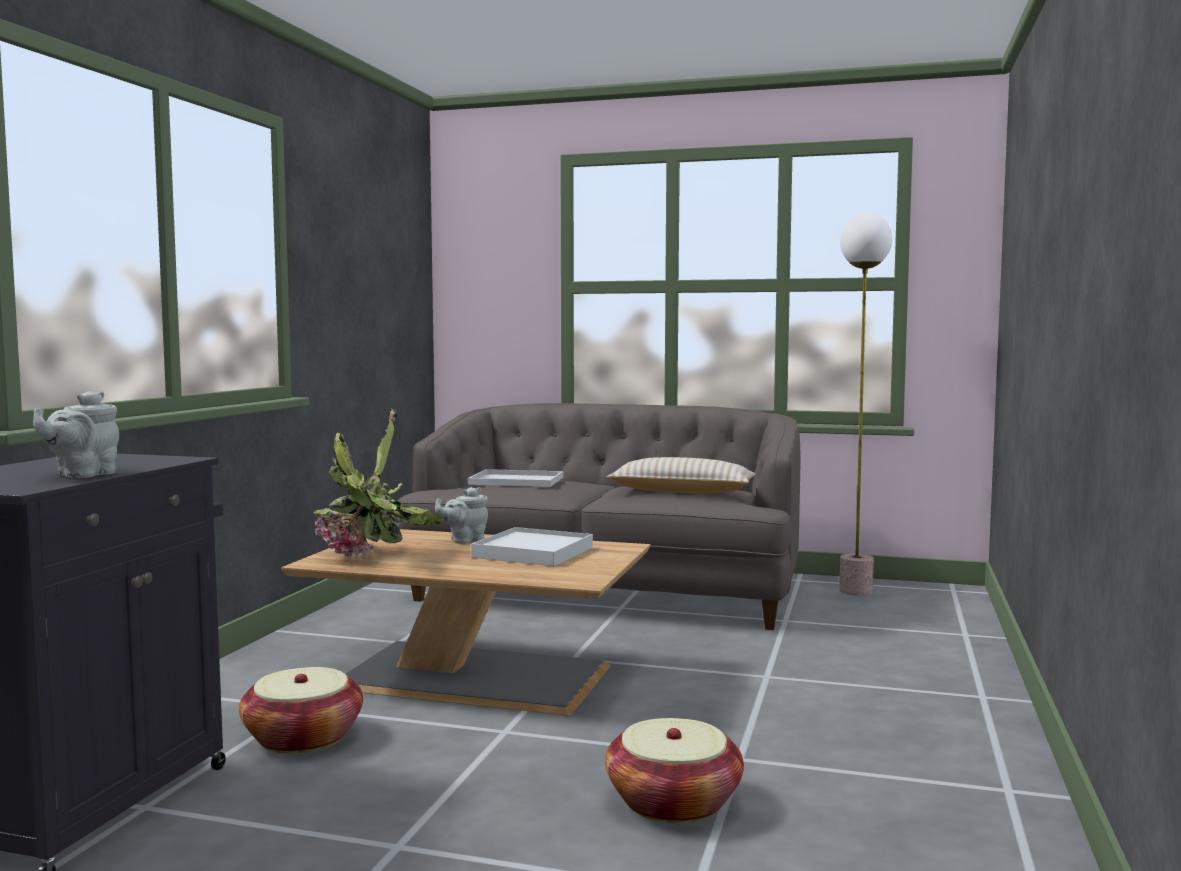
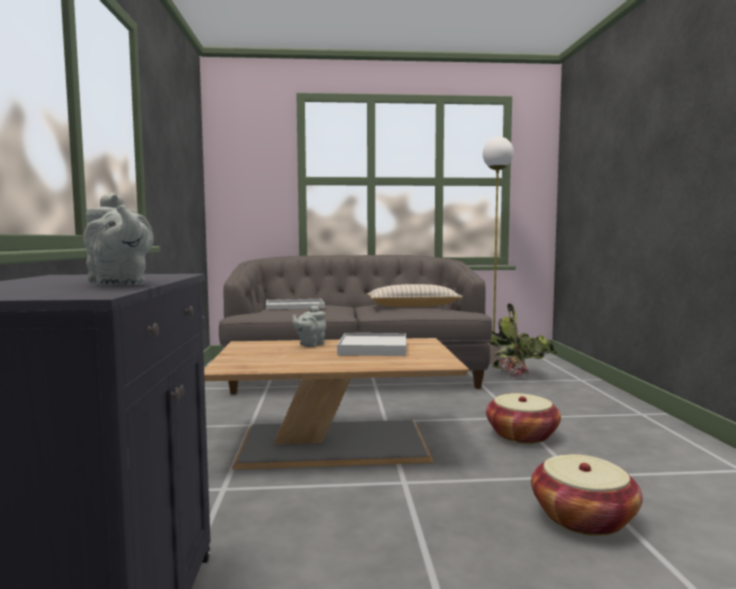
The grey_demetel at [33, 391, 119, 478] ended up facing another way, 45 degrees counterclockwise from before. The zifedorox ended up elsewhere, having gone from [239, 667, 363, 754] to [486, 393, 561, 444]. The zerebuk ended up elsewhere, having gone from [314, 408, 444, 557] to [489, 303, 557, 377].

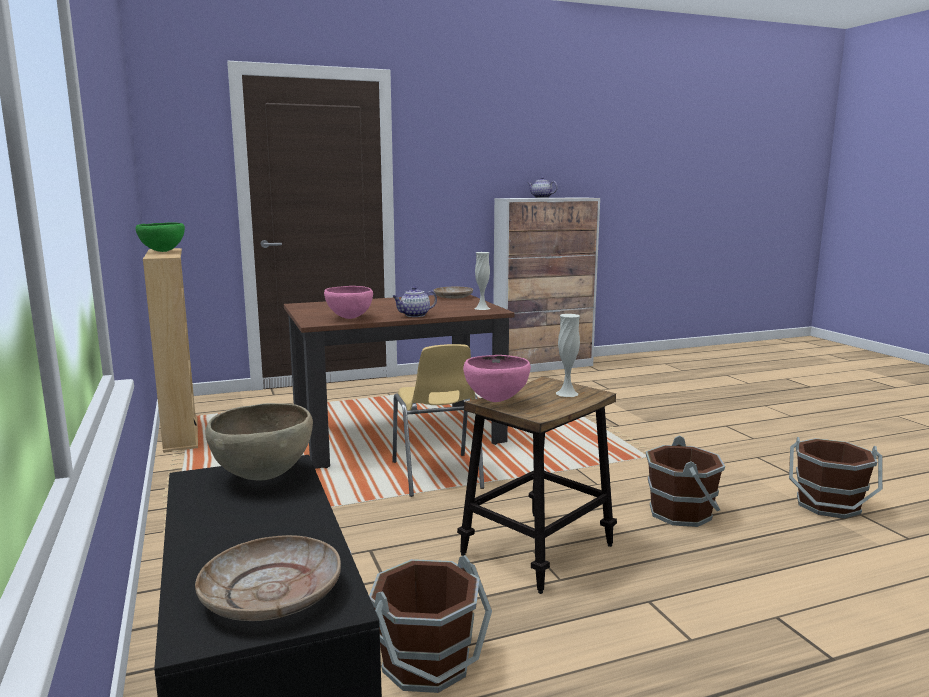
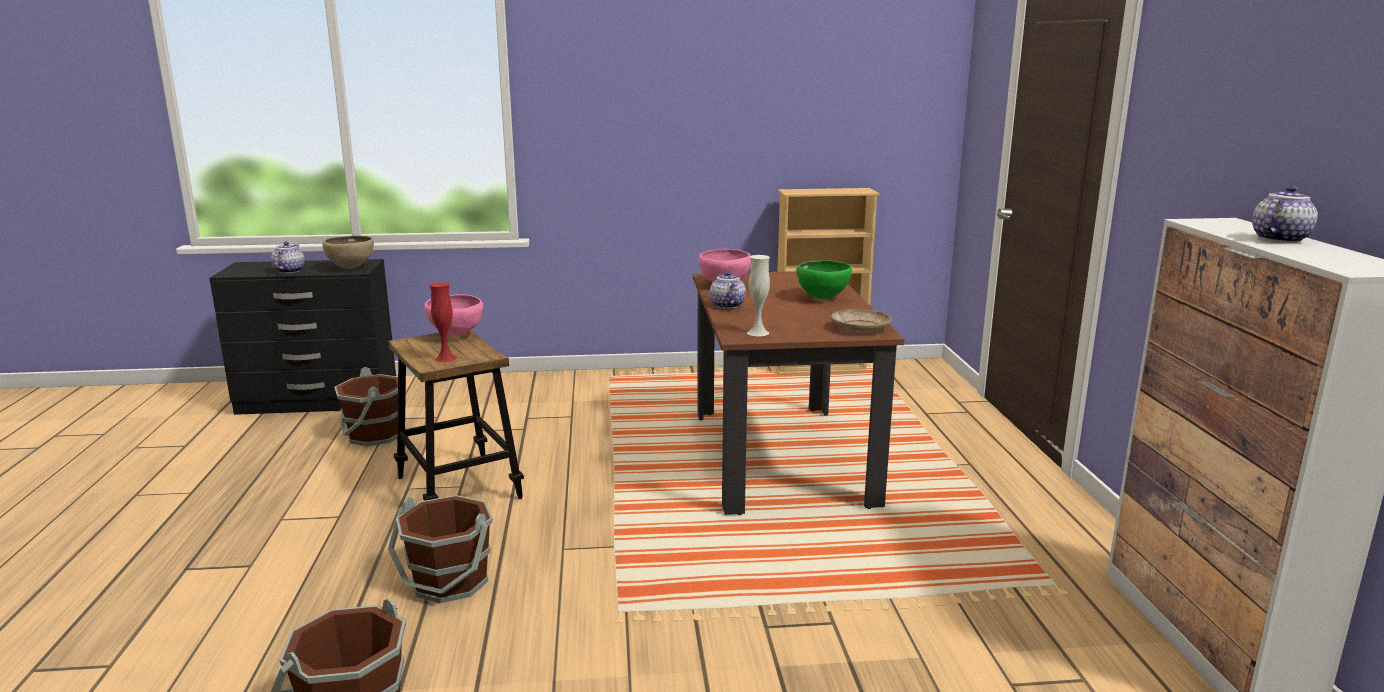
The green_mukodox ended up elsewhere, having gone from [136, 222, 185, 252] to [796, 260, 852, 300]. The second view lost the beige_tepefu at [195, 535, 341, 621]. The second view lost the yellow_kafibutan at [393, 344, 484, 497]. What was the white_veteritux at [556, 314, 580, 397] turned into the red_veteritux at [430, 282, 457, 362]. The second view gained the demetel at [271, 241, 305, 273].

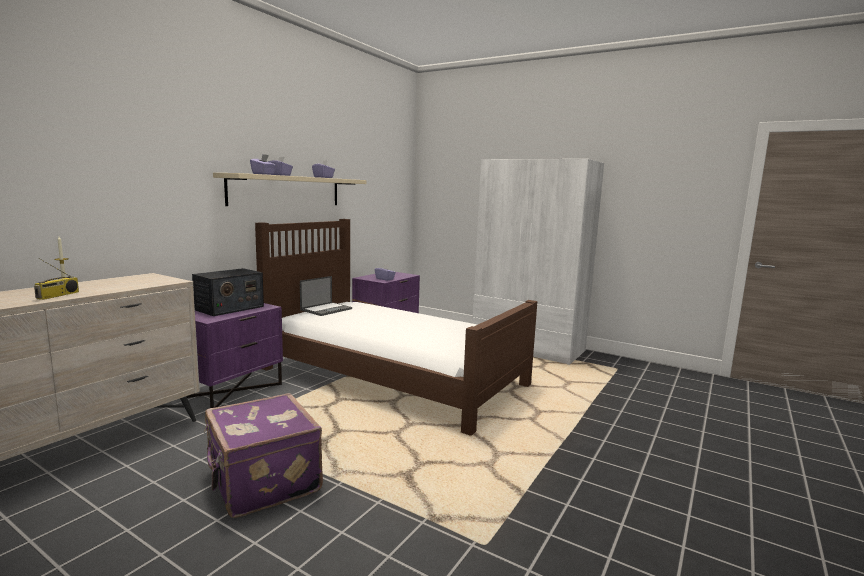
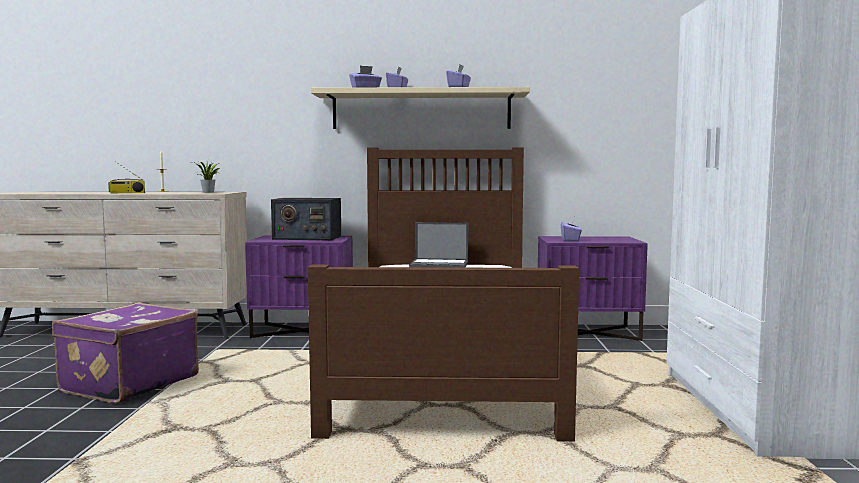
The second view gained the zerebuk at [193, 160, 220, 193].

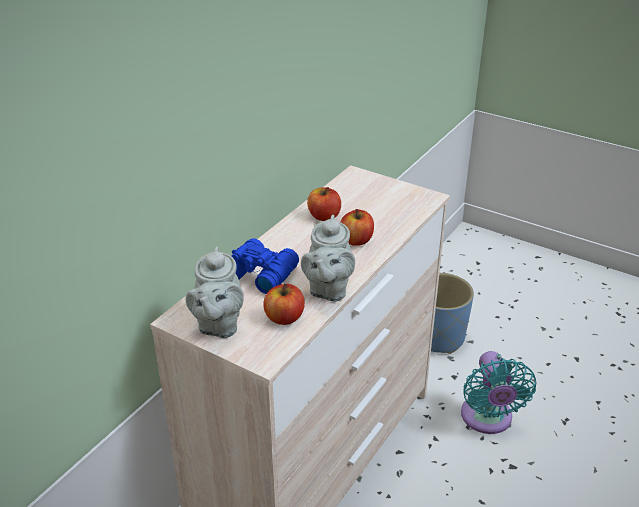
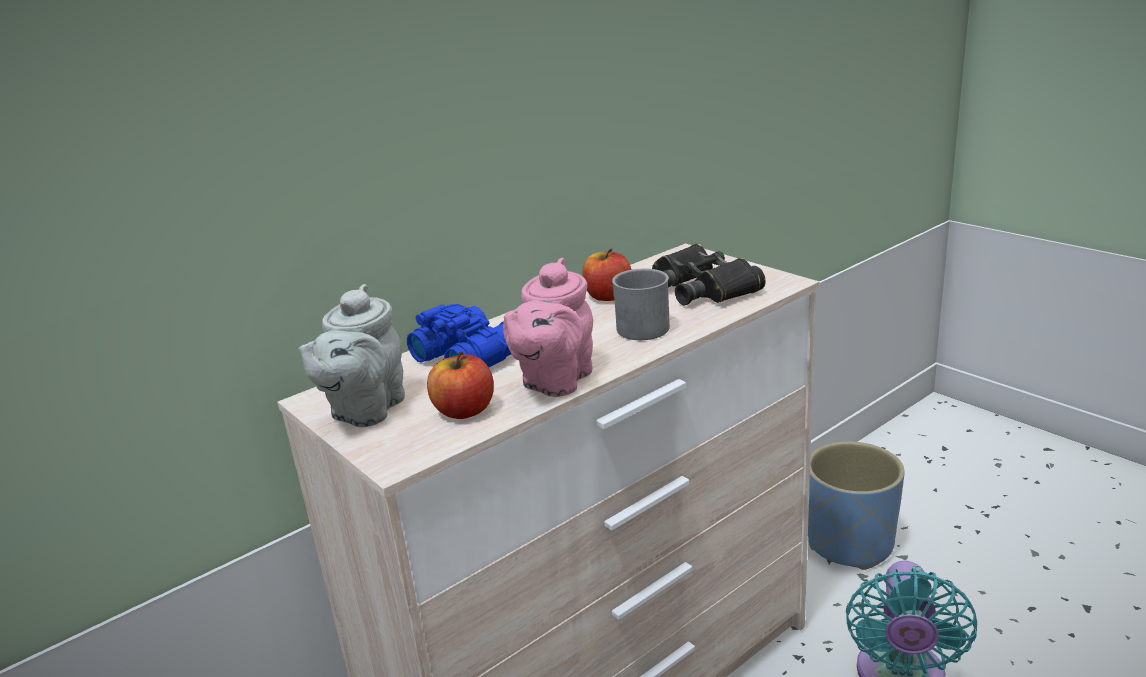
What was the grey_demetel at [301, 215, 355, 302] turned into the pink_demetel at [503, 258, 593, 397]. Where the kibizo stood at [341, 209, 374, 246], the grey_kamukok came to stand at [612, 269, 670, 340]. The second view gained the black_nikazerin at [652, 244, 766, 305].

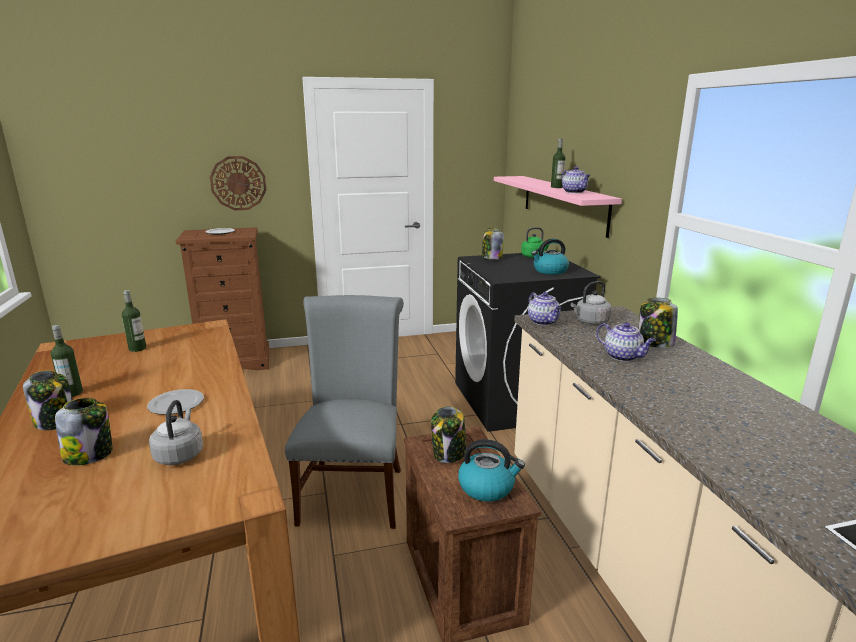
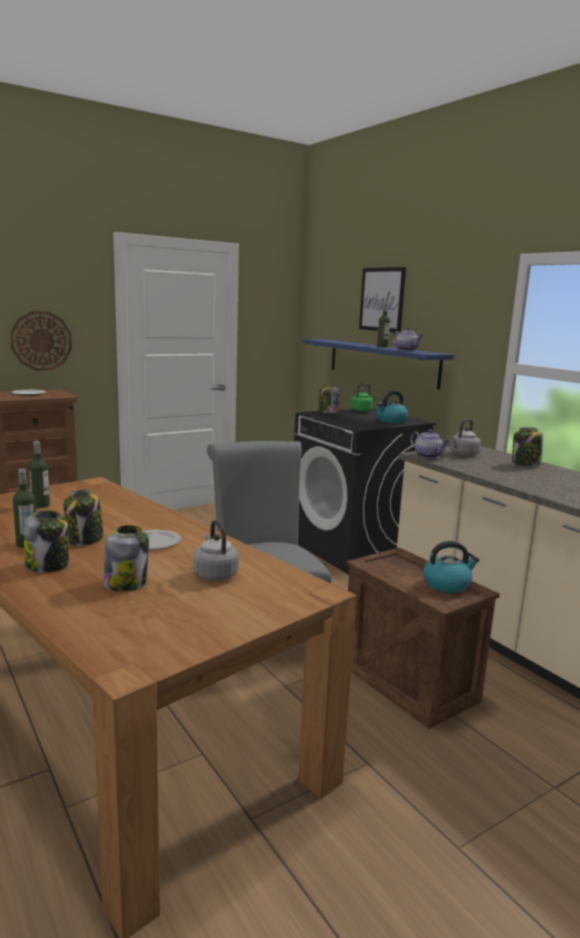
The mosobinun ended up elsewhere, having gone from [431, 406, 466, 463] to [63, 489, 104, 546]. What was the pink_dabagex at [494, 176, 622, 238] turned into the blue_dabagex at [303, 339, 454, 390]. The second view lost the demetel at [597, 322, 656, 361]. The second view gained the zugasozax at [359, 267, 406, 333].

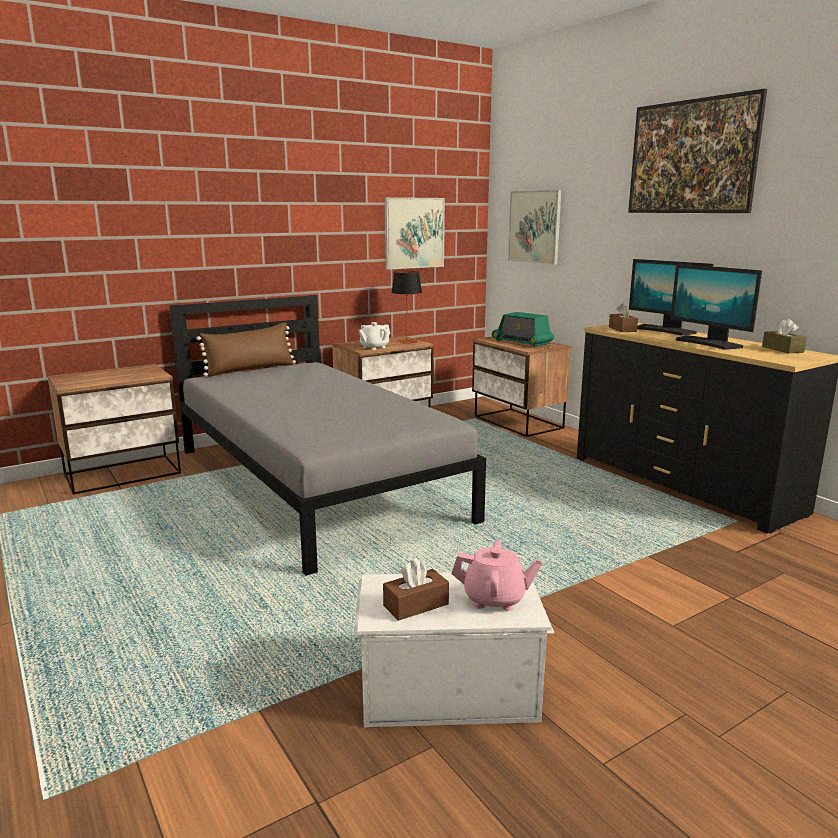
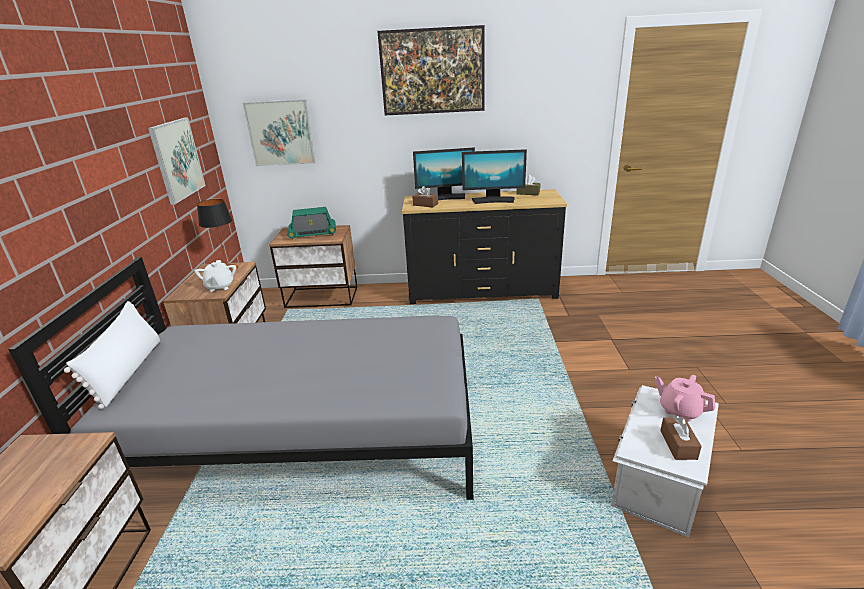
What was the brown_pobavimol at [197, 322, 296, 377] turned into the white_pobavimol at [64, 301, 160, 409]. The pink_demetel at [451, 541, 542, 611] ended up facing another way, 90 degrees counterclockwise from before.

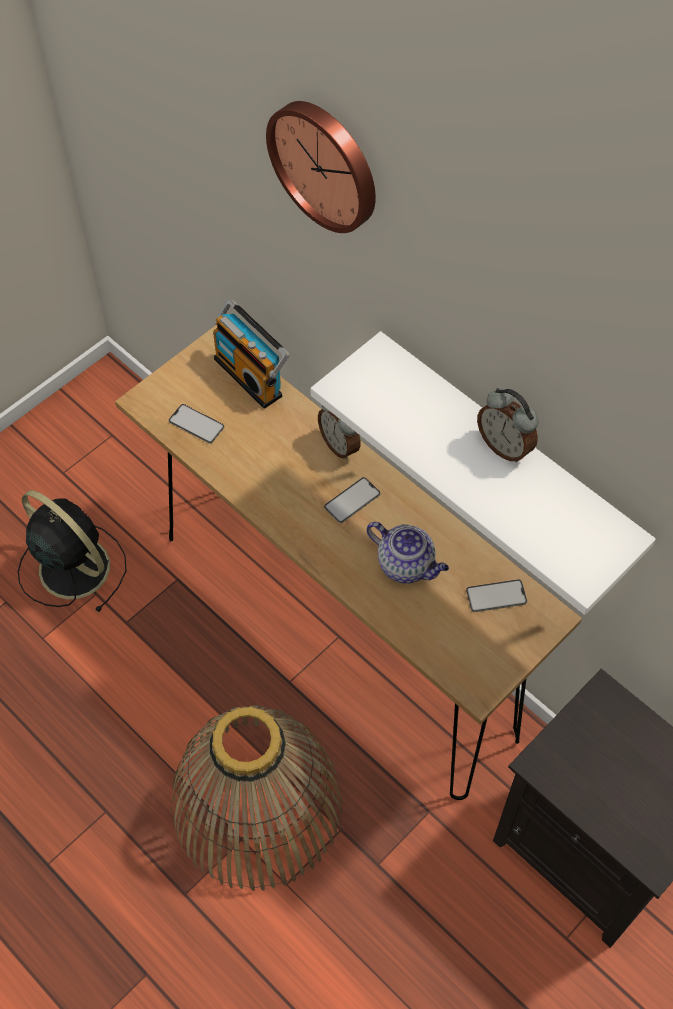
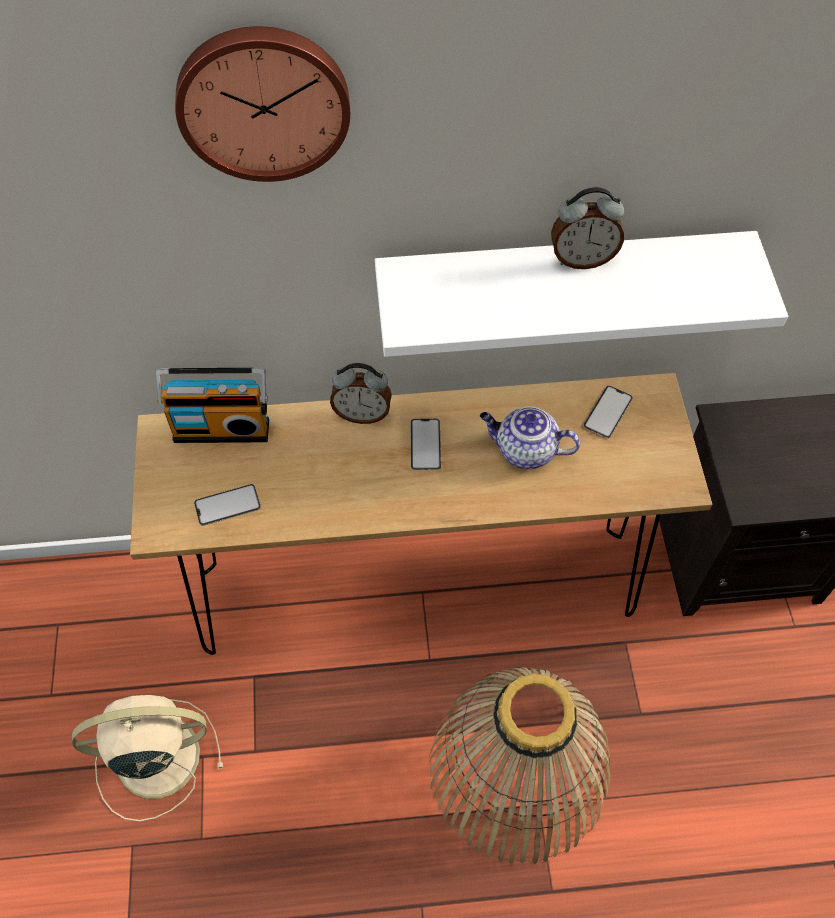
What was the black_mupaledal at [18, 490, 126, 613] turned into the beige_mupaledal at [72, 695, 223, 822]. The demetel at [367, 522, 449, 584] ended up facing another way, 150 degrees counterclockwise from before.

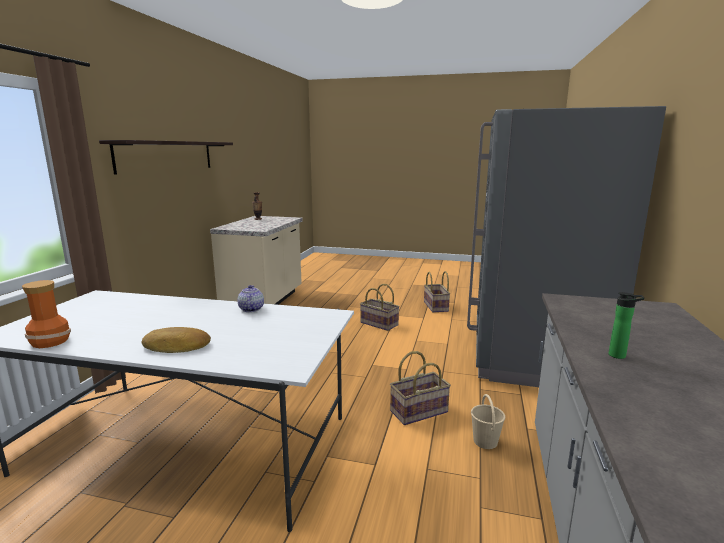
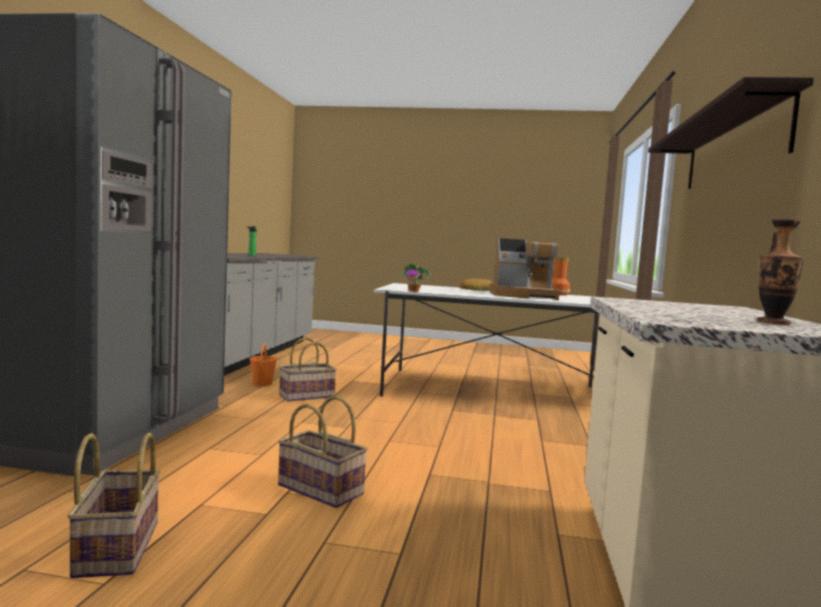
The second view lost the demetel at [237, 285, 264, 312]. What was the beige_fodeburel at [471, 394, 505, 449] turned into the orange_fodeburel at [250, 344, 277, 386]. The second view gained the zerebuk at [400, 264, 430, 292]. The second view gained the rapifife at [490, 238, 560, 301].

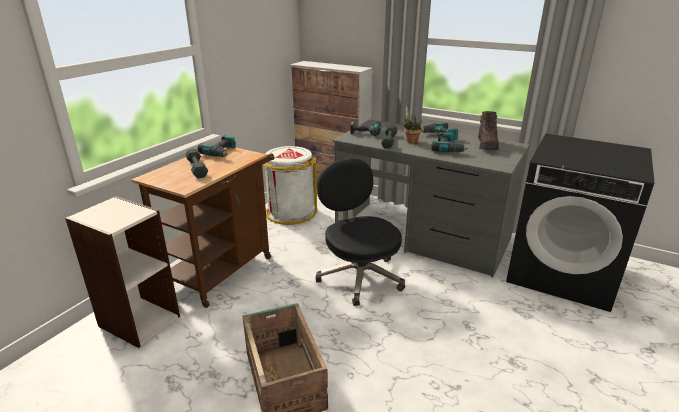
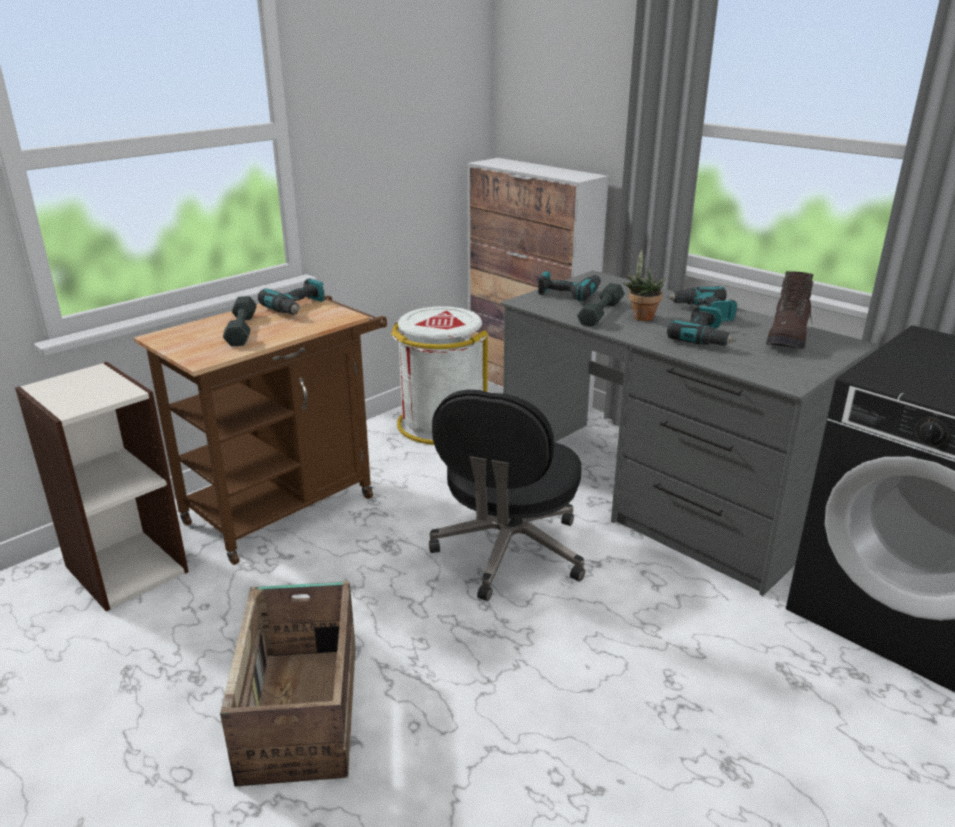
The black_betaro at [315, 158, 405, 306] ended up facing another way, 150 degrees counterclockwise from before.

